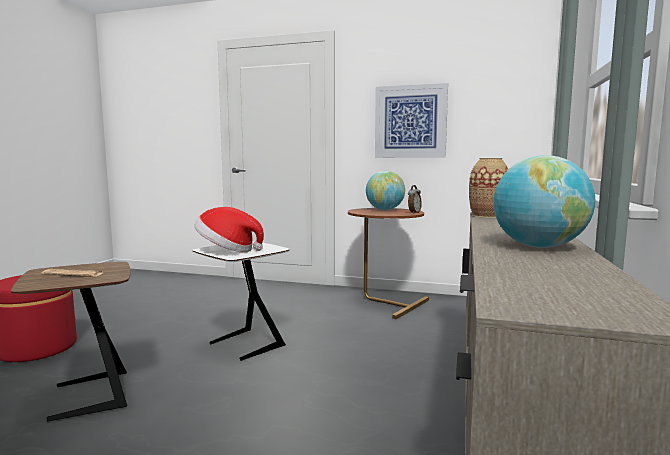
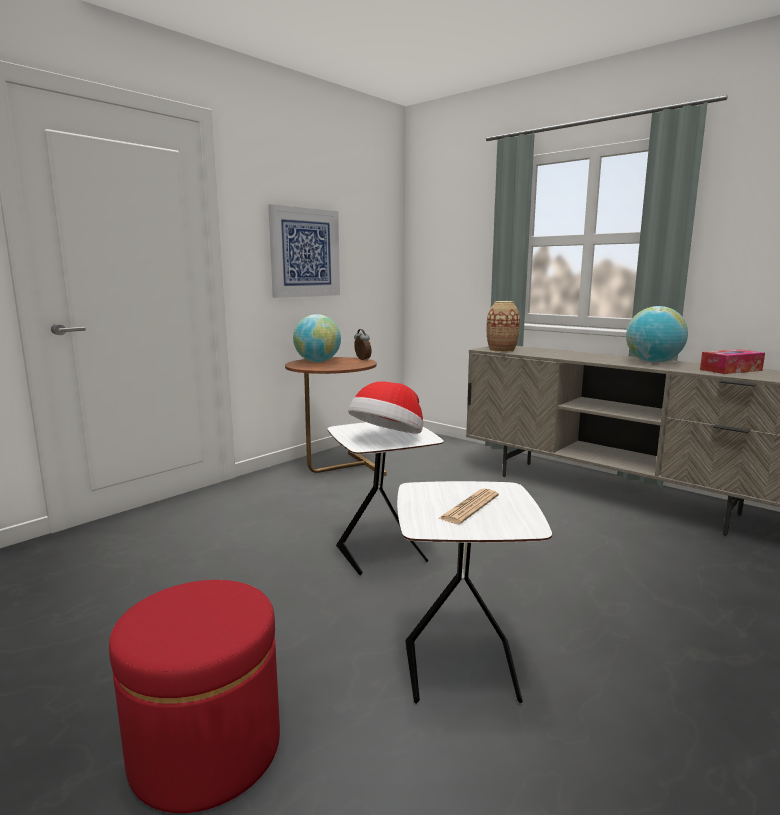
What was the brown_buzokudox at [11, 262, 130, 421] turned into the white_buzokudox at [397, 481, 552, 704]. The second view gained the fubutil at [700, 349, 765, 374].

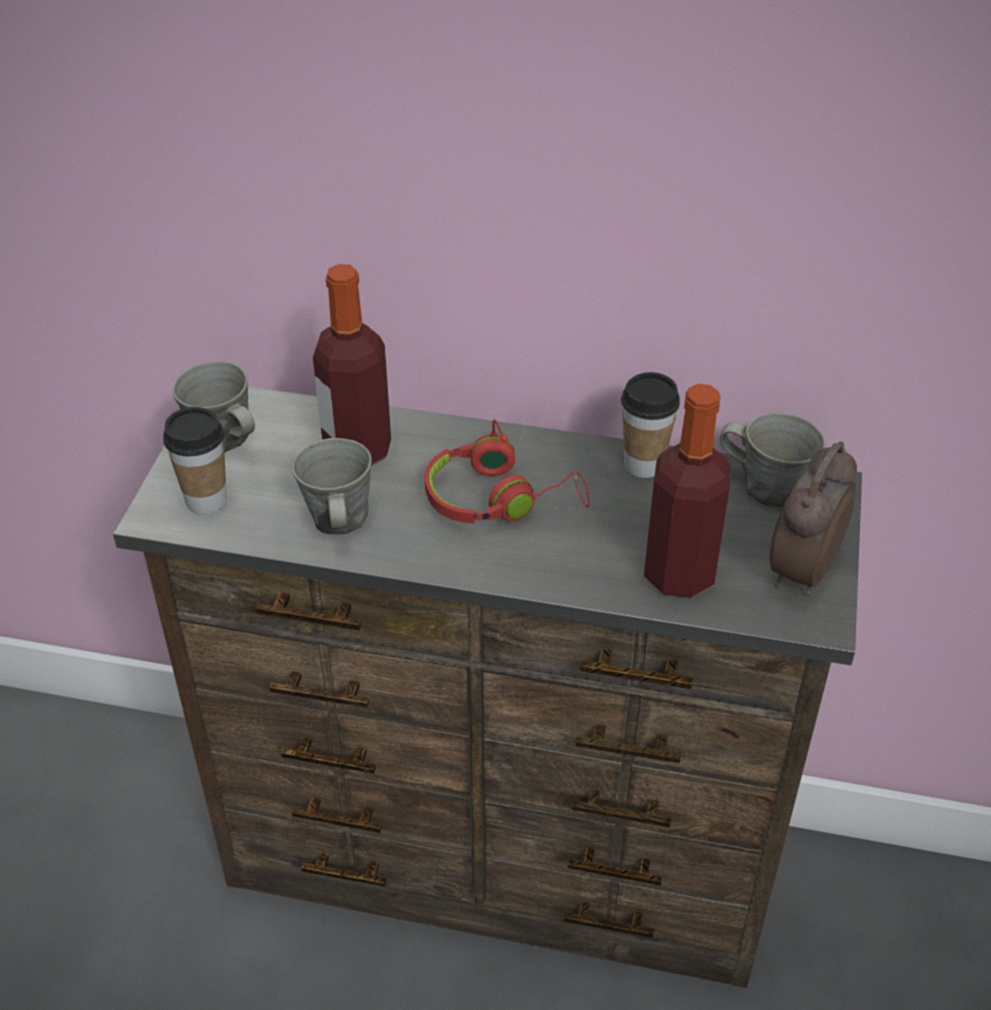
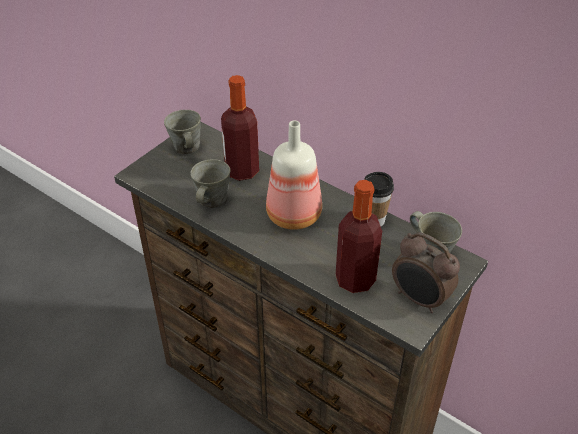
The second view lost the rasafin at [163, 407, 227, 514]. Where the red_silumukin stood at [425, 420, 590, 523], the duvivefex came to stand at [266, 121, 322, 230]. The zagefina at [770, 442, 857, 596] ended up facing another way, 105 degrees counterclockwise from before.

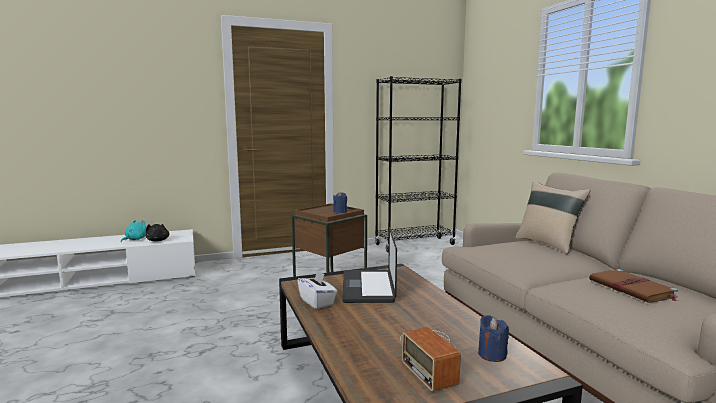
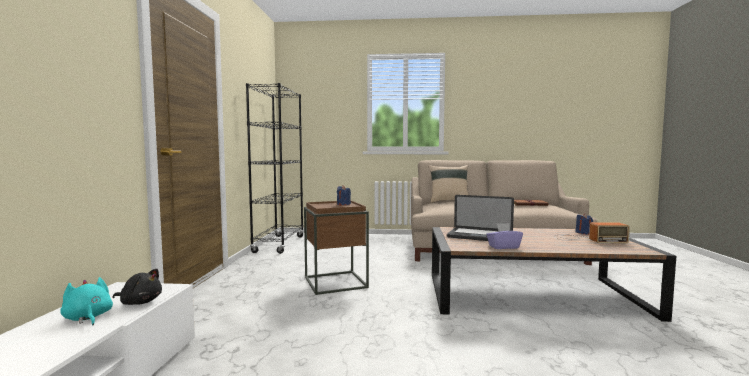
What was the white_fubutil at [297, 269, 338, 309] turned into the purple_fubutil at [486, 223, 523, 249].

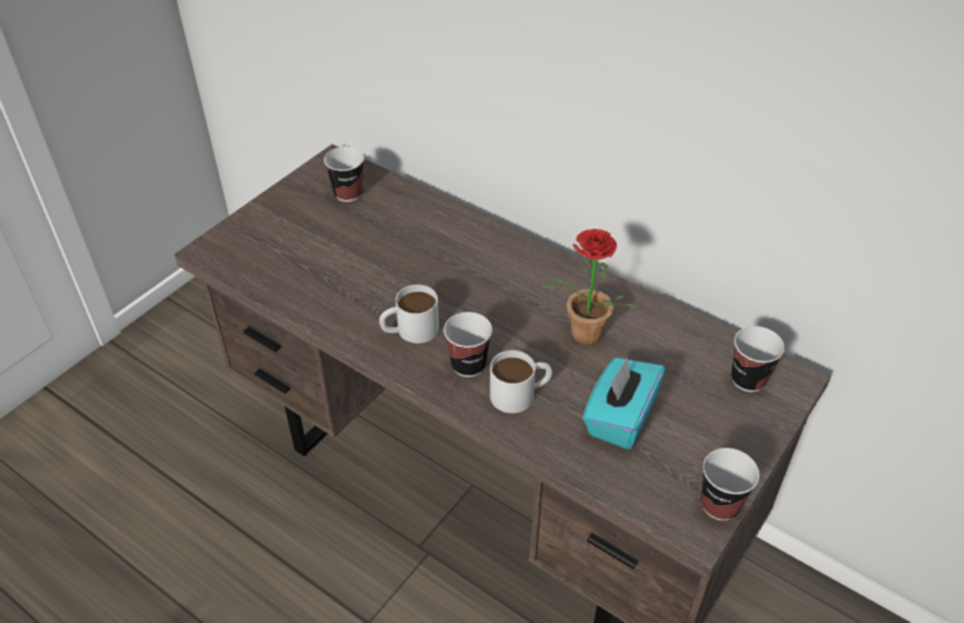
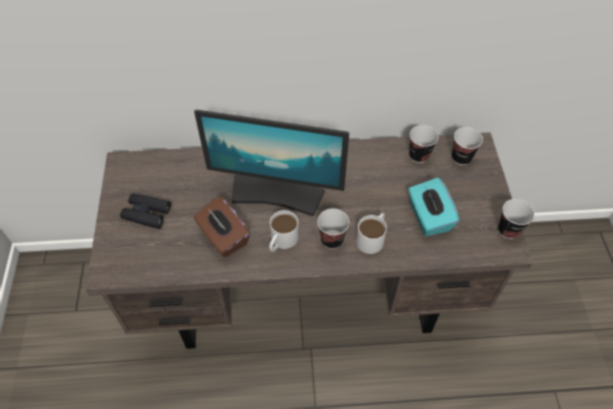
The rasafin ended up elsewhere, having gone from [324, 147, 364, 202] to [409, 125, 439, 163]. The second view lost the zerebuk at [543, 229, 638, 345]. The second view gained the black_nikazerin at [120, 193, 171, 229]. The second view gained the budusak at [194, 110, 349, 216]. The second view gained the brown_fubutil at [194, 196, 250, 257].

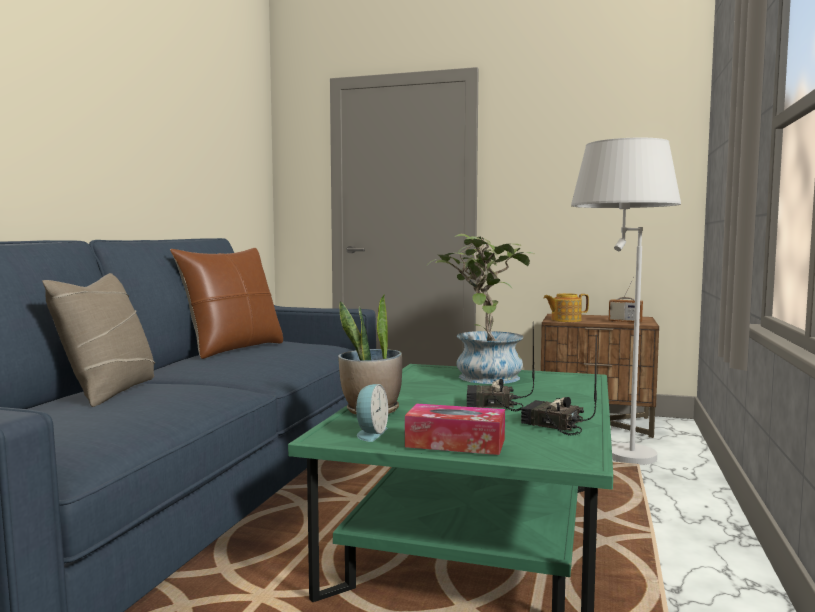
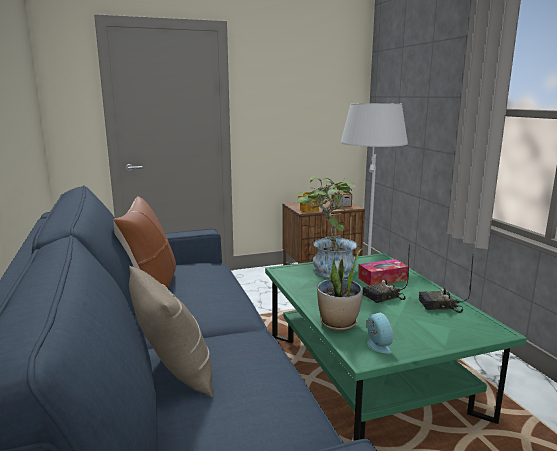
The fubutil ended up elsewhere, having gone from [405, 403, 505, 455] to [358, 259, 408, 285].

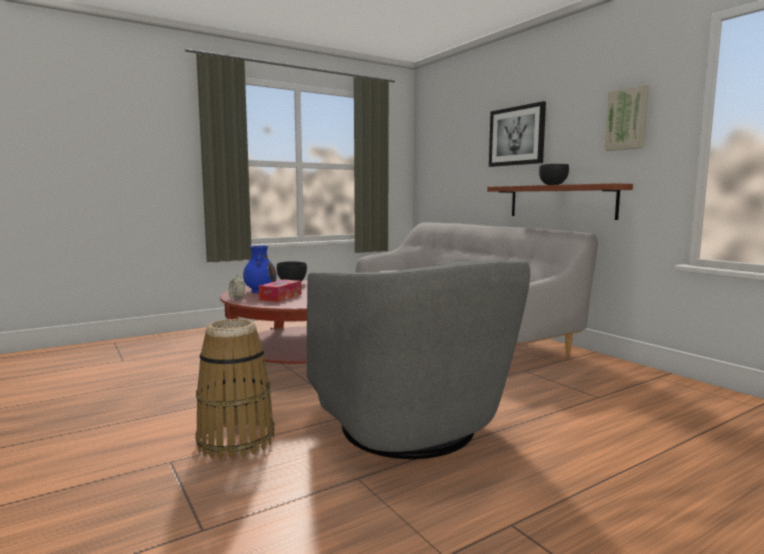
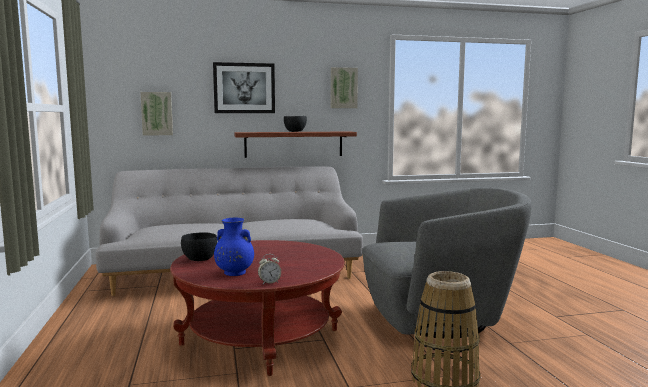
The second view lost the fubutil at [259, 279, 301, 302]. The second view gained the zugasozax at [140, 92, 173, 136].

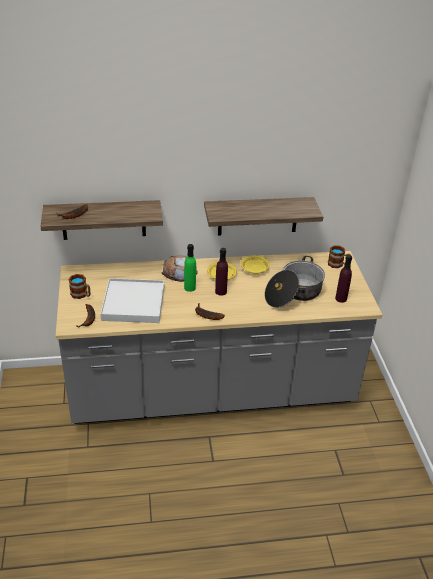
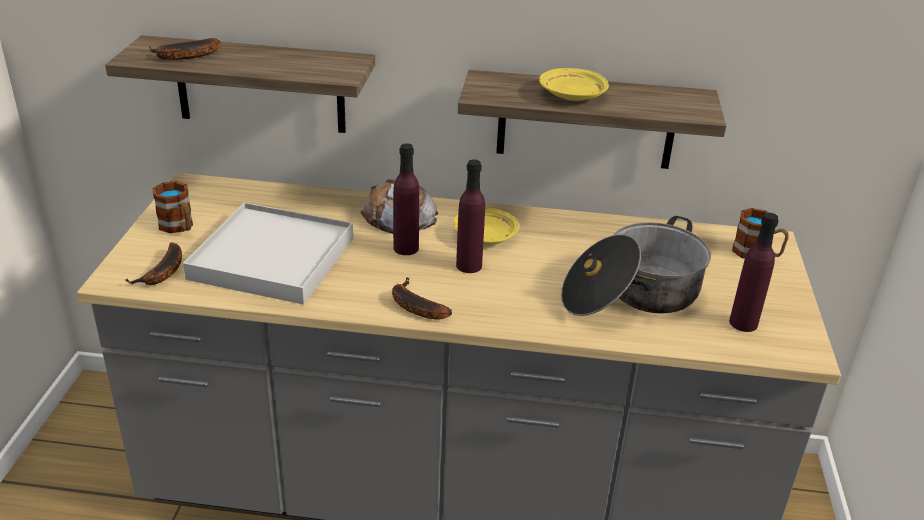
What was the green_duvivefex at [184, 244, 196, 292] turned into the purple_duvivefex at [393, 143, 419, 255]. The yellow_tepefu ended up elsewhere, having gone from [241, 255, 270, 274] to [539, 68, 609, 101].

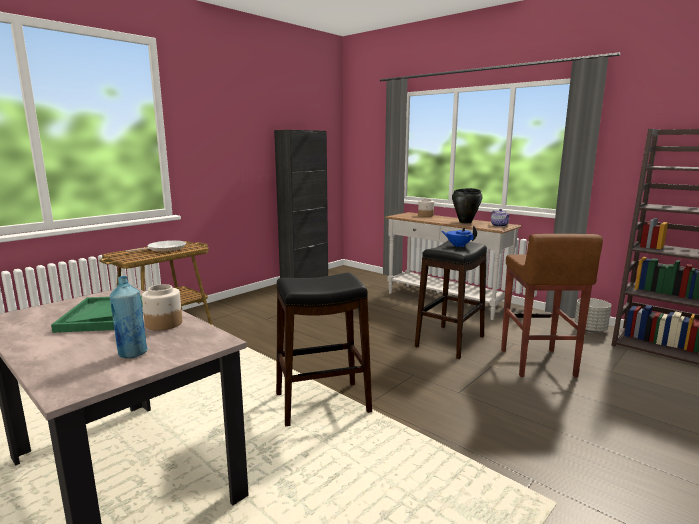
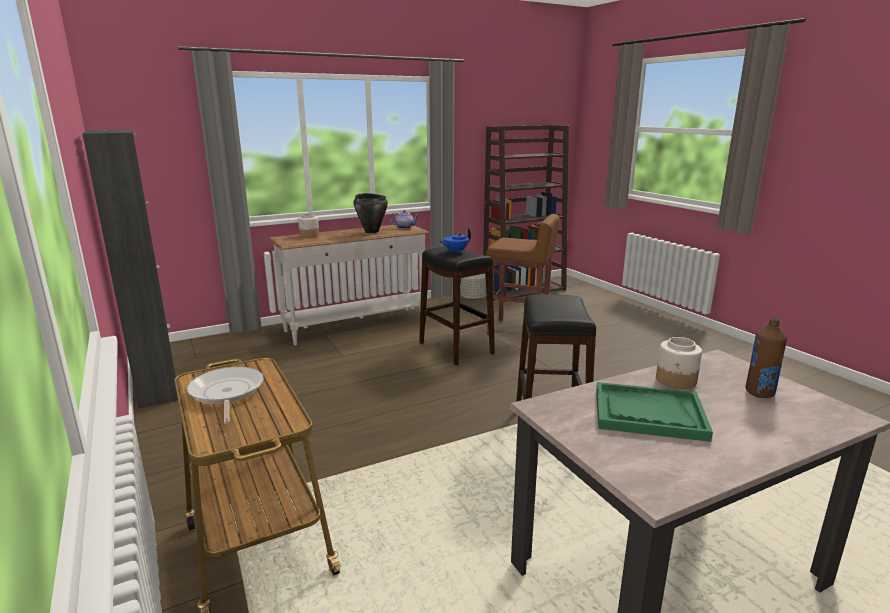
What was the blue_duvivefex at [110, 276, 148, 358] turned into the brown_duvivefex at [745, 318, 787, 398].

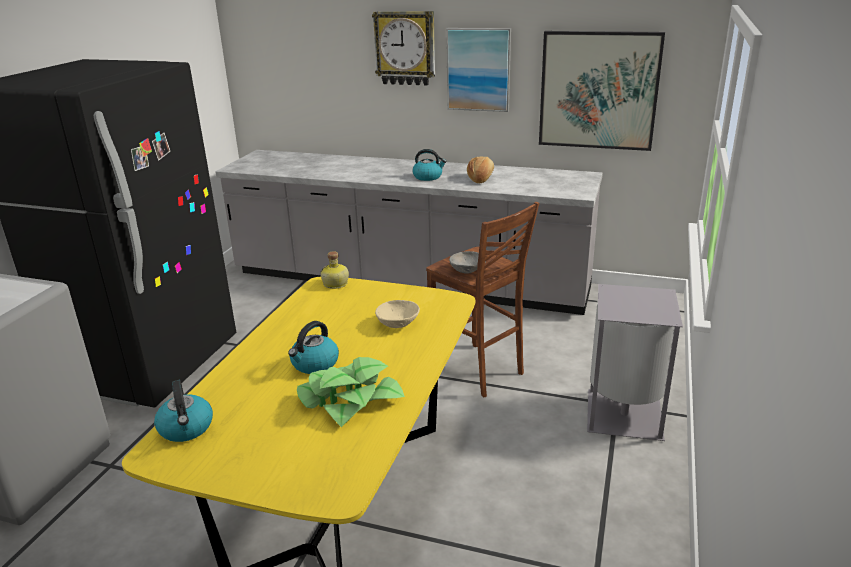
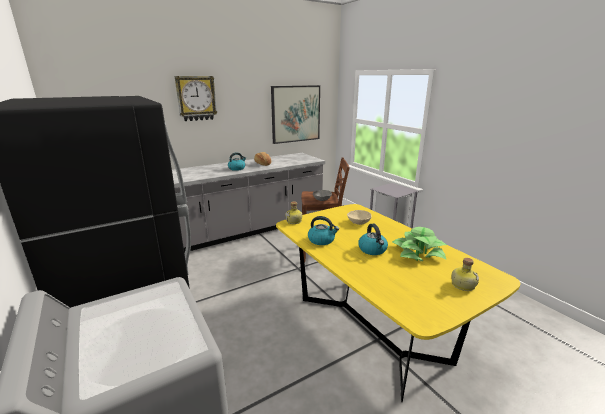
The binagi ended up elsewhere, having gone from [154, 380, 213, 442] to [308, 216, 339, 245]. The second view lost the zugasozax at [446, 28, 511, 112]. The second view gained the duvivefex at [451, 258, 479, 291].

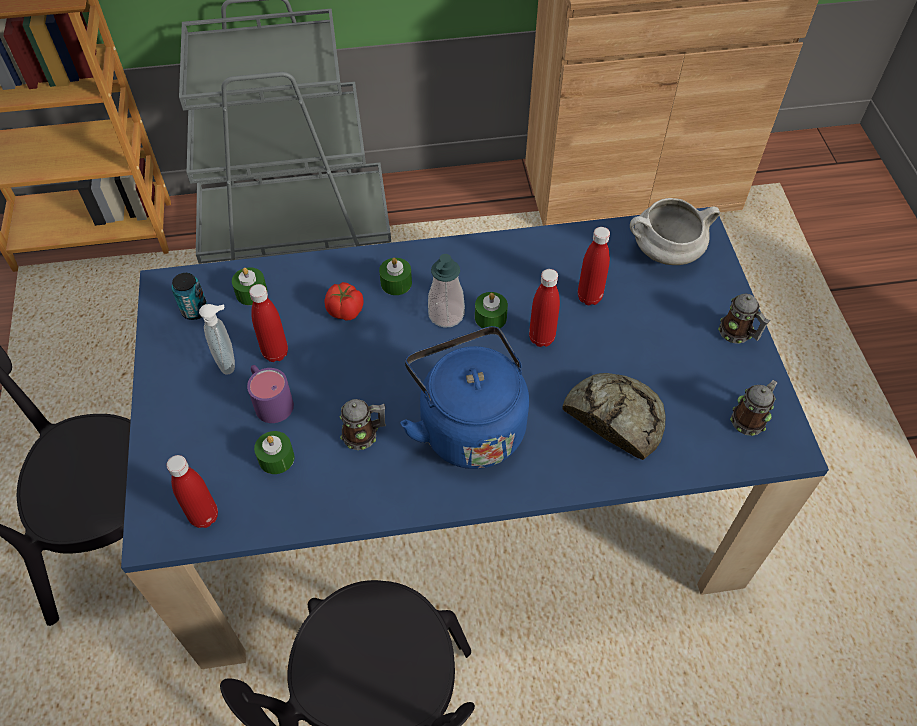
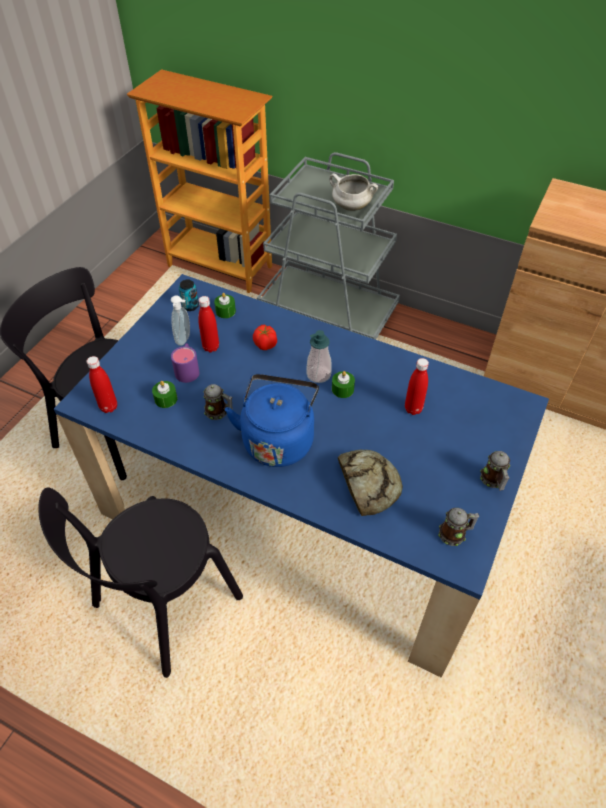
The second view lost the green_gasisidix at [379, 258, 412, 295]. The second view lost the red_duvivefex at [529, 269, 560, 347]. The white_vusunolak ended up elsewhere, having gone from [630, 198, 720, 265] to [329, 173, 378, 211].

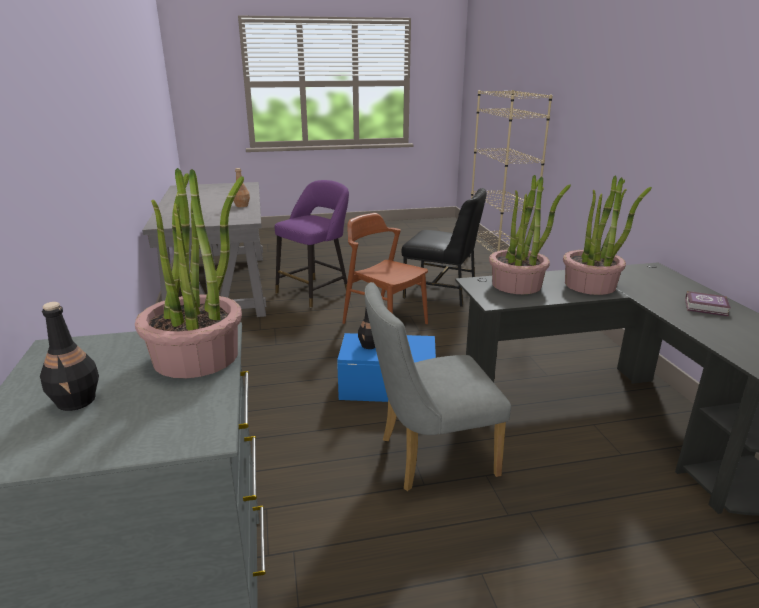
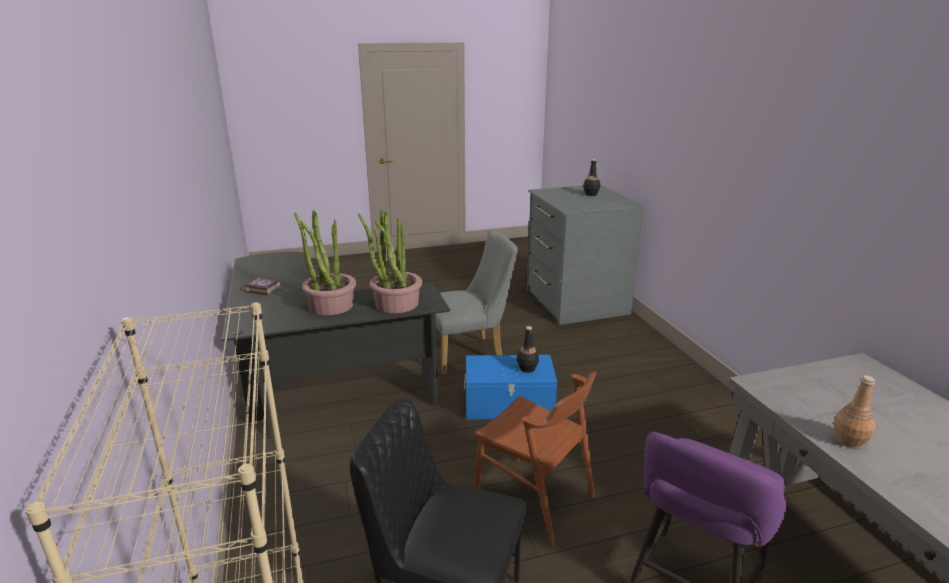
The second view lost the zerebuk at [135, 168, 244, 378].

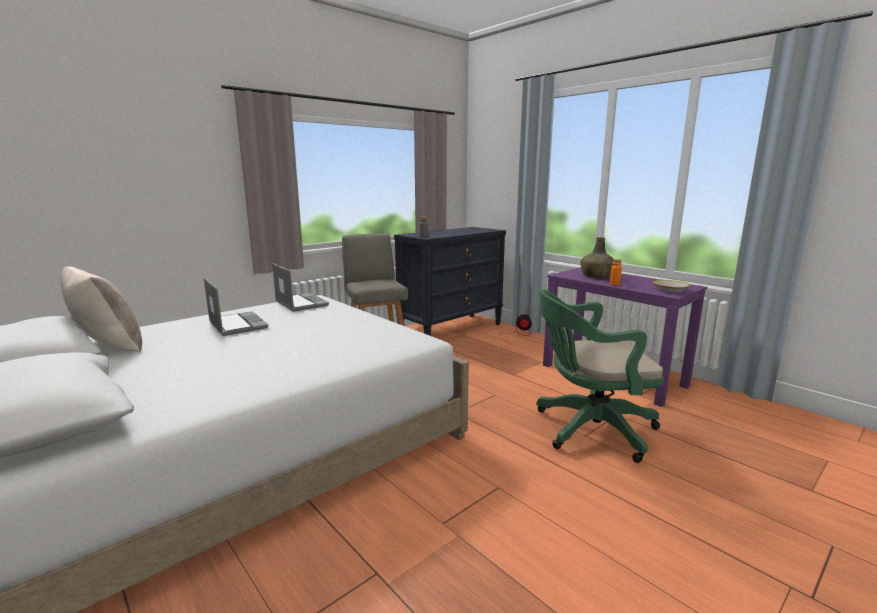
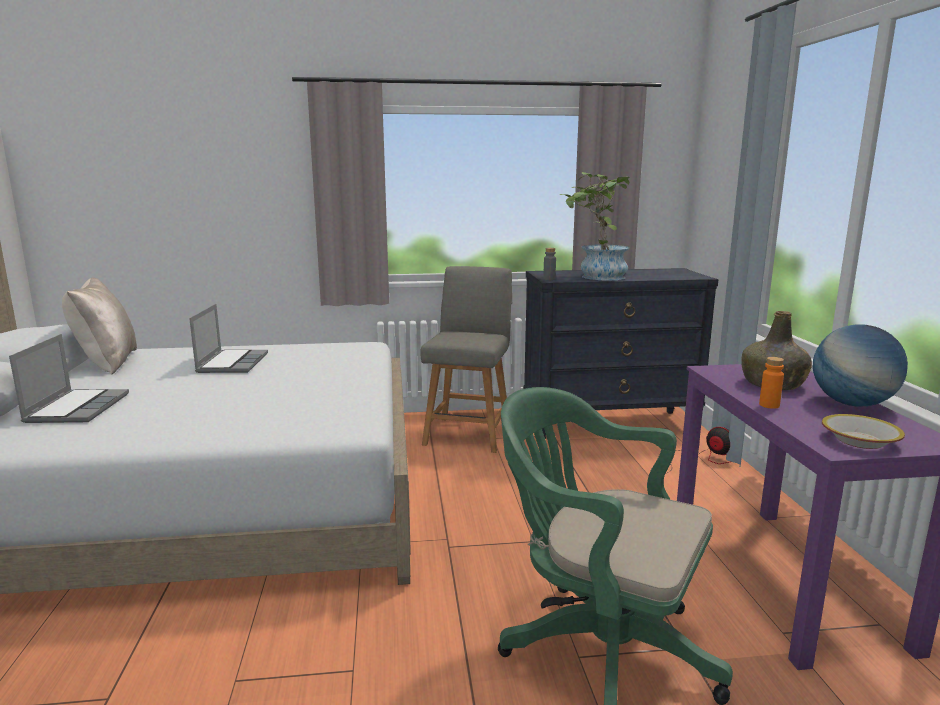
The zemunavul ended up elsewhere, having gone from [272, 263, 329, 312] to [9, 334, 129, 423]. The second view gained the zerebuk at [560, 172, 629, 281]. The second view gained the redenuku at [813, 324, 908, 406].

